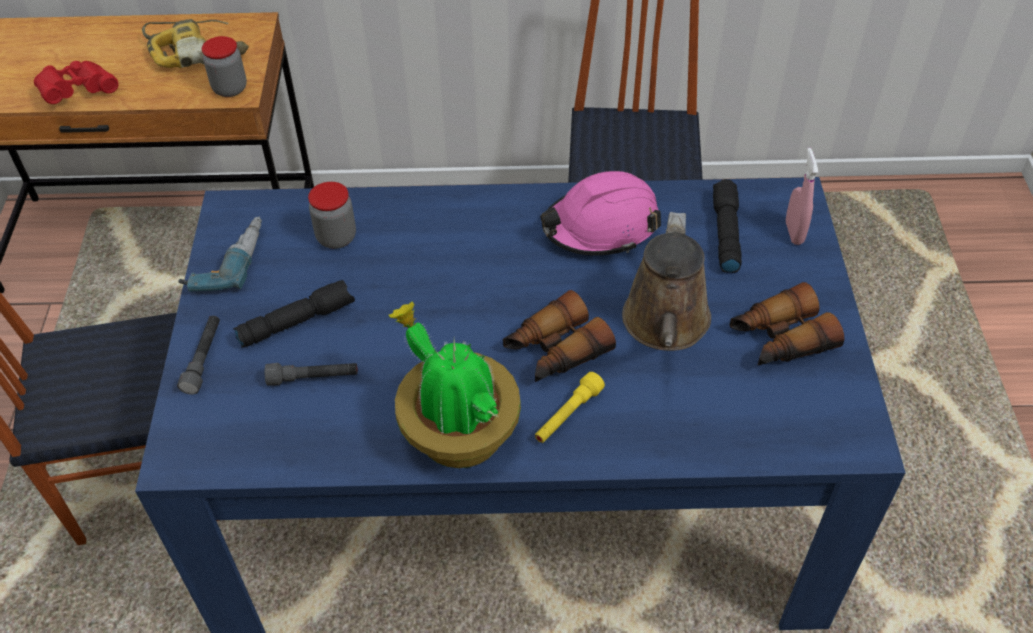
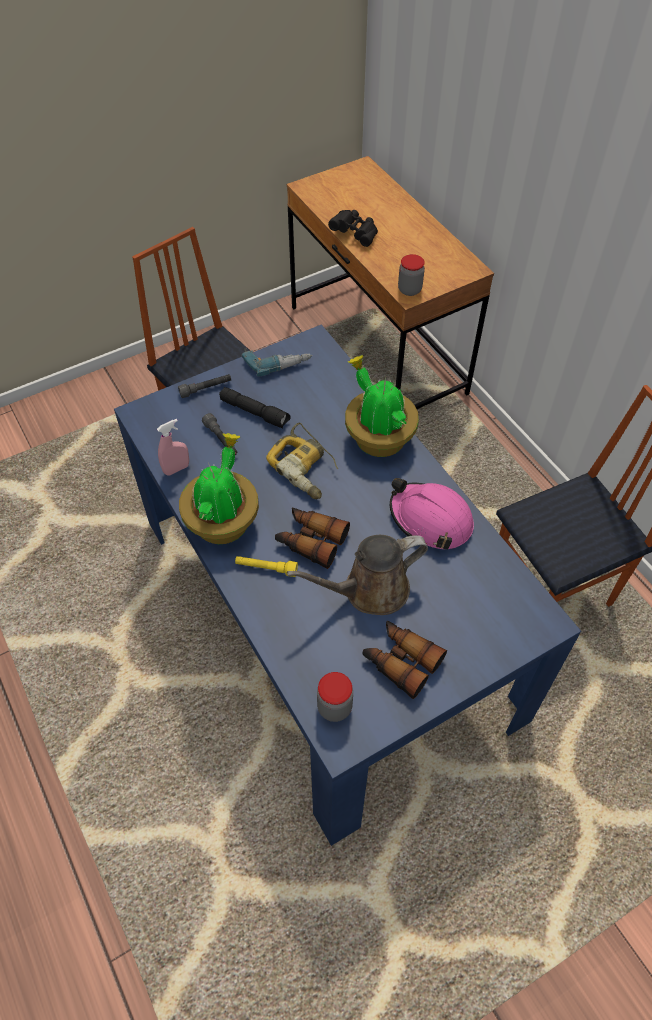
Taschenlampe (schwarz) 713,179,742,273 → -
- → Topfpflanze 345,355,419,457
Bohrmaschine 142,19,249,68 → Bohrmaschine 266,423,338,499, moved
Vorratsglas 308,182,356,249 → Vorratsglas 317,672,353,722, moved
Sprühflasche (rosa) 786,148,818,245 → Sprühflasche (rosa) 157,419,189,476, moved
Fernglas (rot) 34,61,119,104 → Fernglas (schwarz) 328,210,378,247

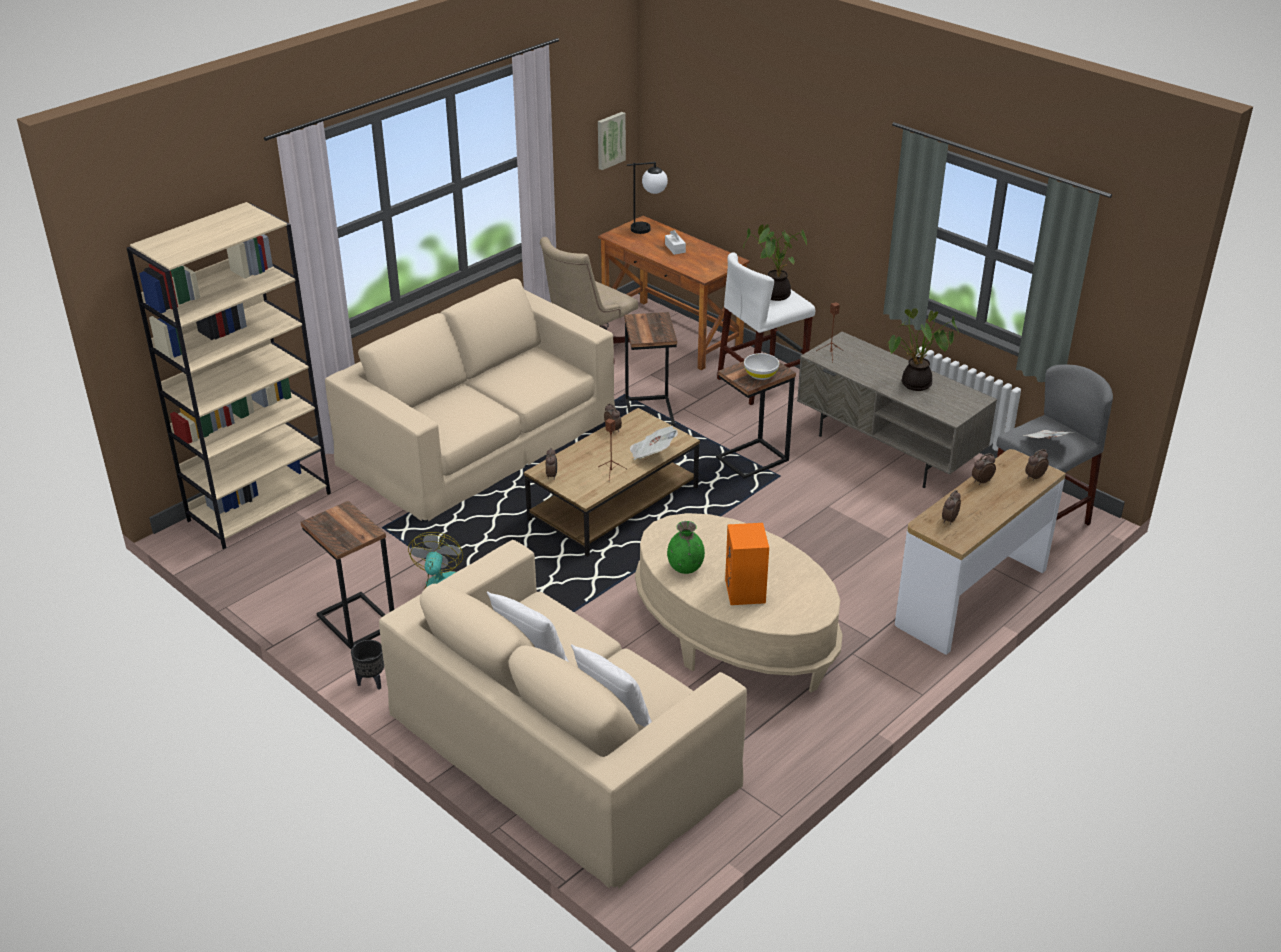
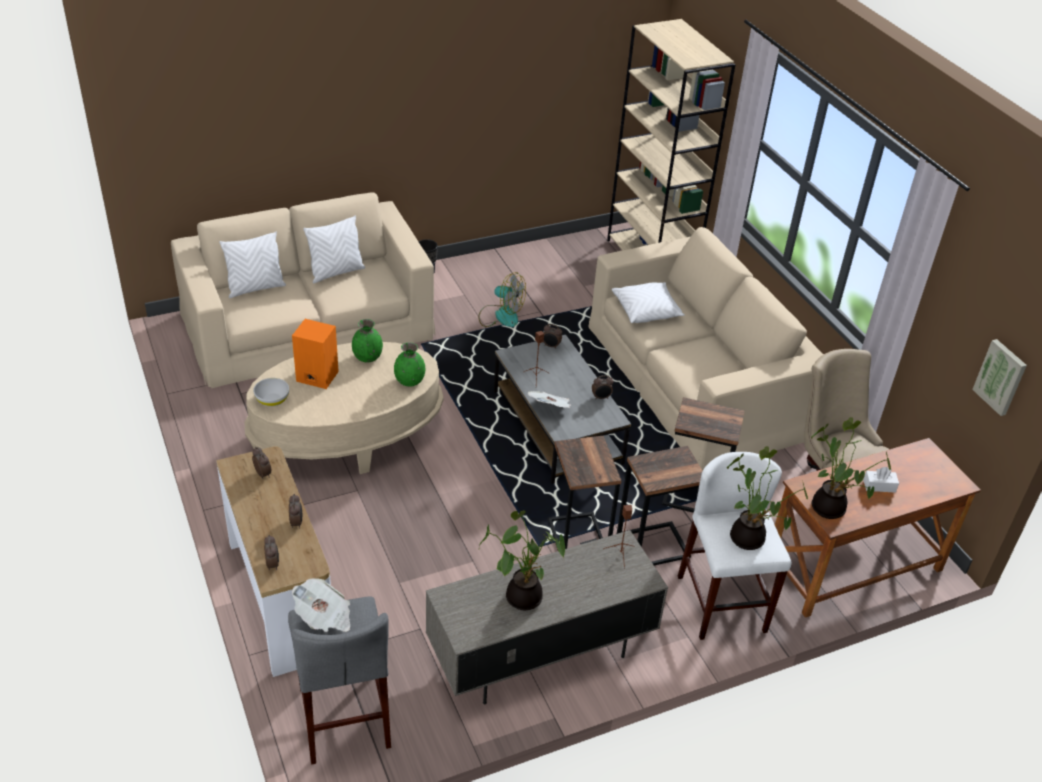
Tischlampe 627,162,668,234 → -
- → Vase (grün) 394,342,425,387
- → Kissen (weiß) 612,282,685,323
- → Topfpflanze 811,417,891,519
Beistelltisch 300,501,394,649 → Beistelltisch 617,446,703,565, moved
Schüssel (weiß) 744,353,779,380 → Schüssel (weiß) 253,378,289,407, moved
Couchtisch (braun) 524,408,700,557 → Couchtisch (grau) 494,335,631,484

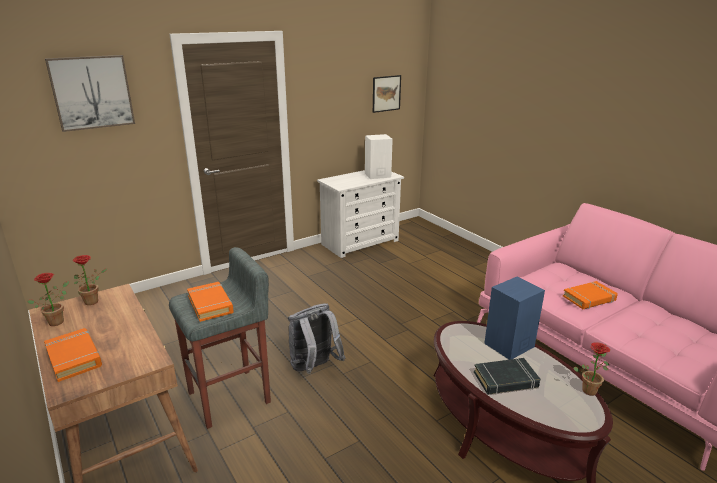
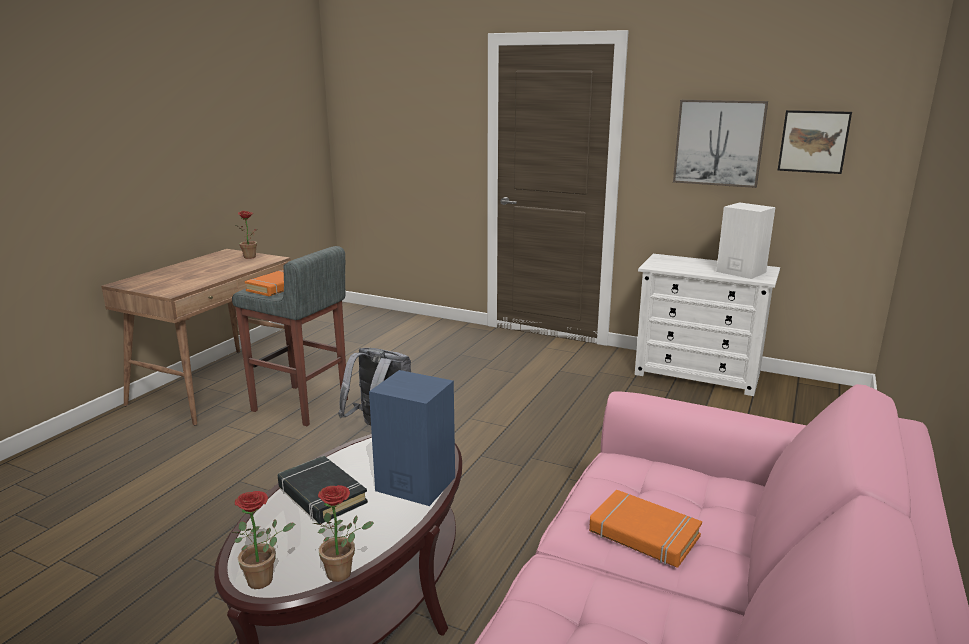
Buch (orange) 44,328,102,382 → -
Topfpflanze 27,273,69,326 → Topfpflanze 232,491,295,589, moved
Bild 45,55,135,132 → Bild 673,100,768,188, moved

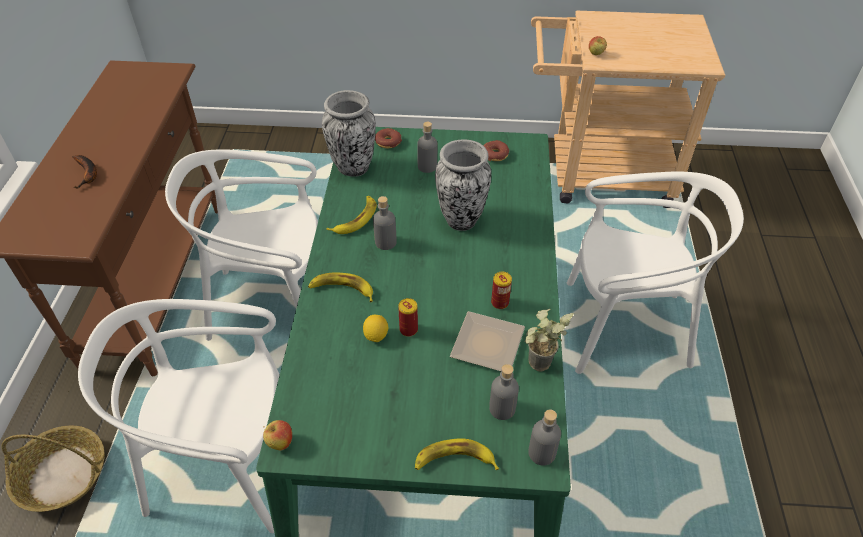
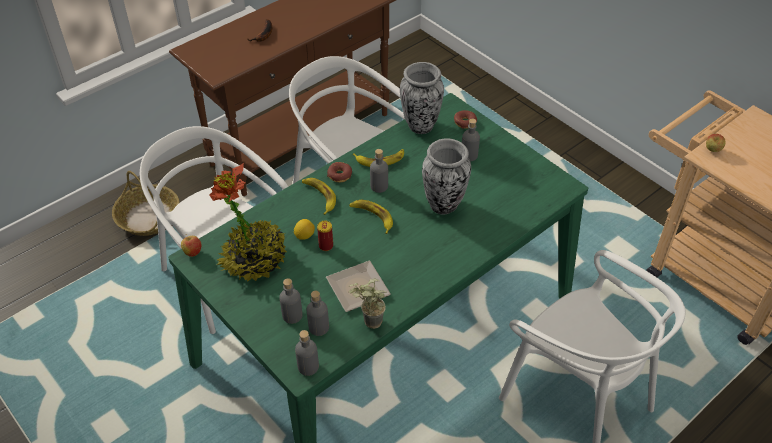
Dose 491,272,512,309 → -
- → Topfpflanze 209,163,287,282
- → Flasche (grau) 279,278,303,324
Banane 415,439,499,470 → Banane 349,200,393,234, moved
Donut 483,140,509,161 → Donut 327,162,352,183, moved

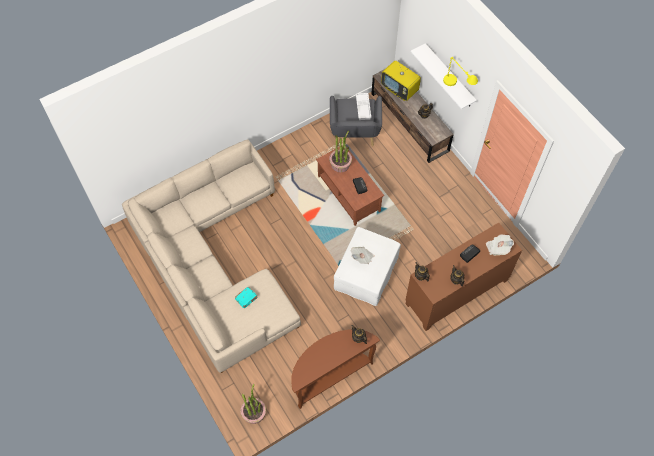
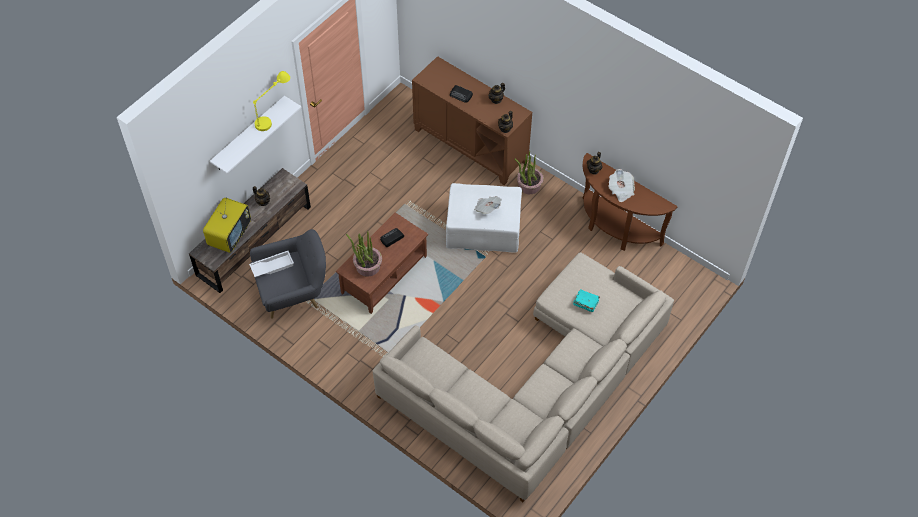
Topfpflanze 241,384,266,424 → Topfpflanze 515,151,544,194, moved
Zeitung 486,235,514,255 → Zeitung 608,169,635,202, moved

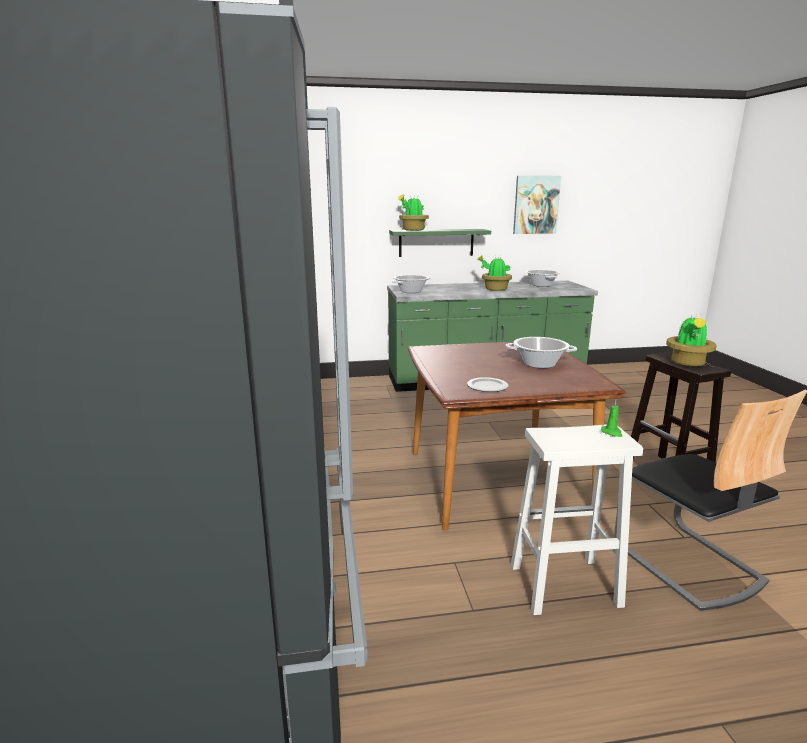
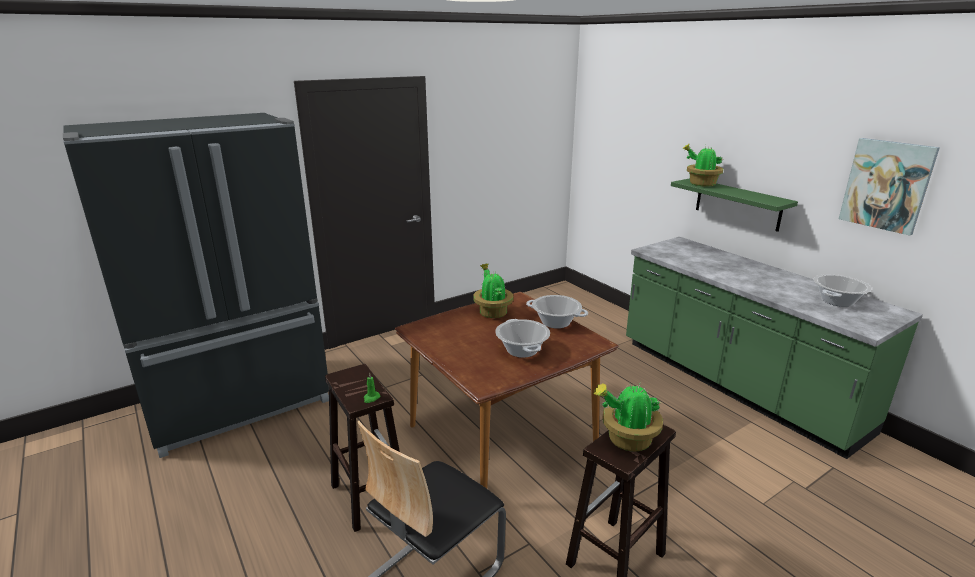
Teller 467,377,508,392 → -
Kochtopf 392,275,430,293 → Kochtopf 526,295,588,328, moved
Topfpflanze 477,255,512,291 → Topfpflanze 473,264,513,318, moved
Hocker (weiß) 511,424,643,615 → Hocker (braun) 325,364,400,532

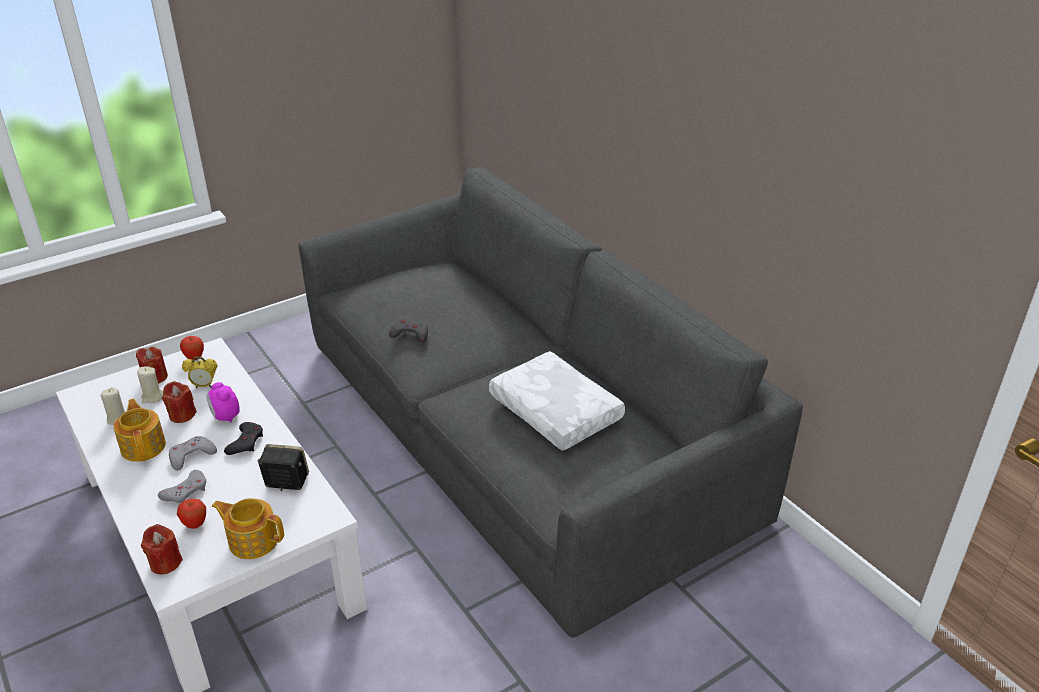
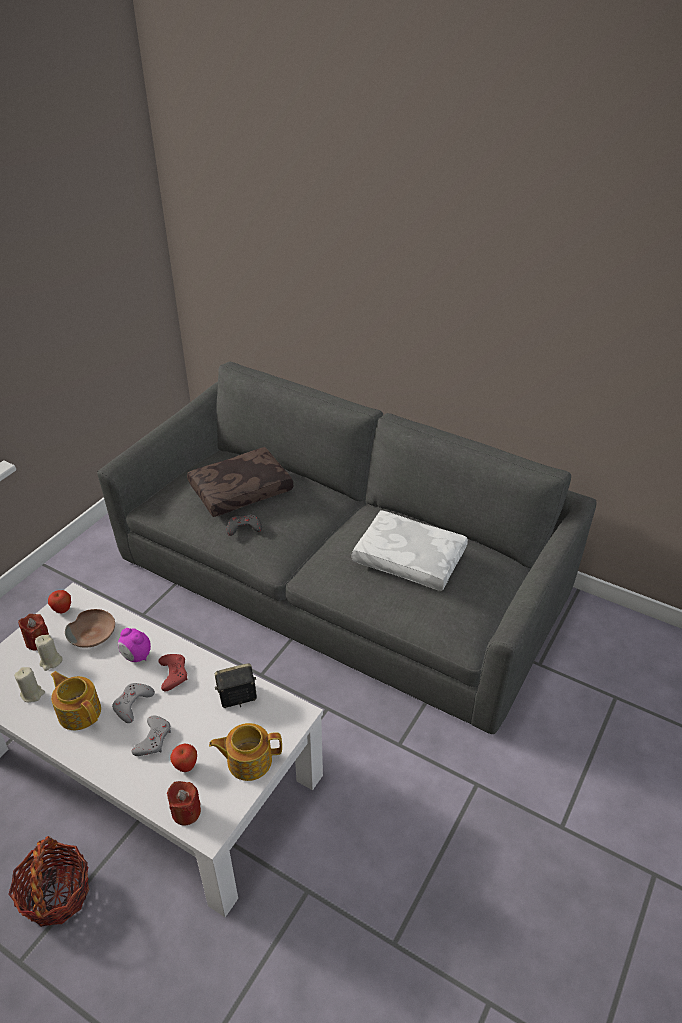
Kerze (rot) 162,381,197,423 → -
- → Korb 8,836,89,927
- → Kissen (braun) 187,447,293,517
Wecker 182,357,217,388 → Schüssel (braun) 65,609,115,648
Gamepad (schwarz) 224,422,263,455 → Gamepad (rot) 158,654,187,691

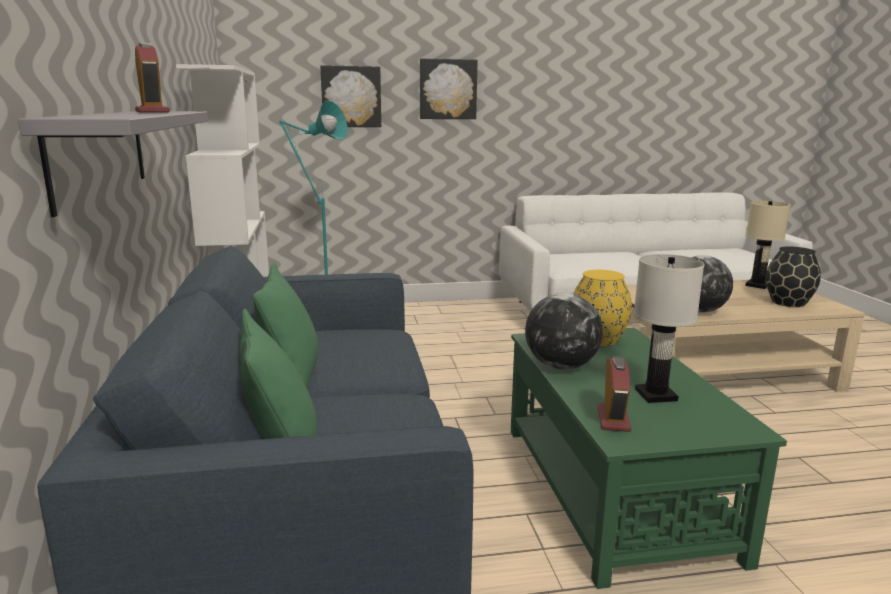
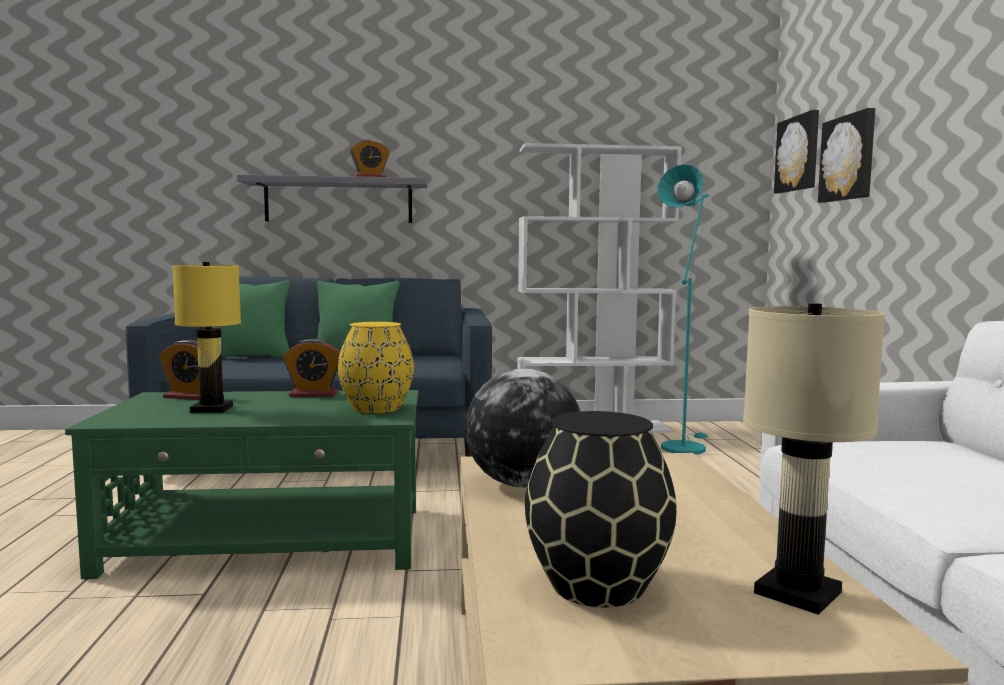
Bild 420,58,478,119 → Bild 774,110,819,193, moved
Globus 525,293,603,370 → Wecker 283,339,340,397
Tischlampe (weiß) 634,254,705,403 → Tischlampe (gelb) 172,262,241,413

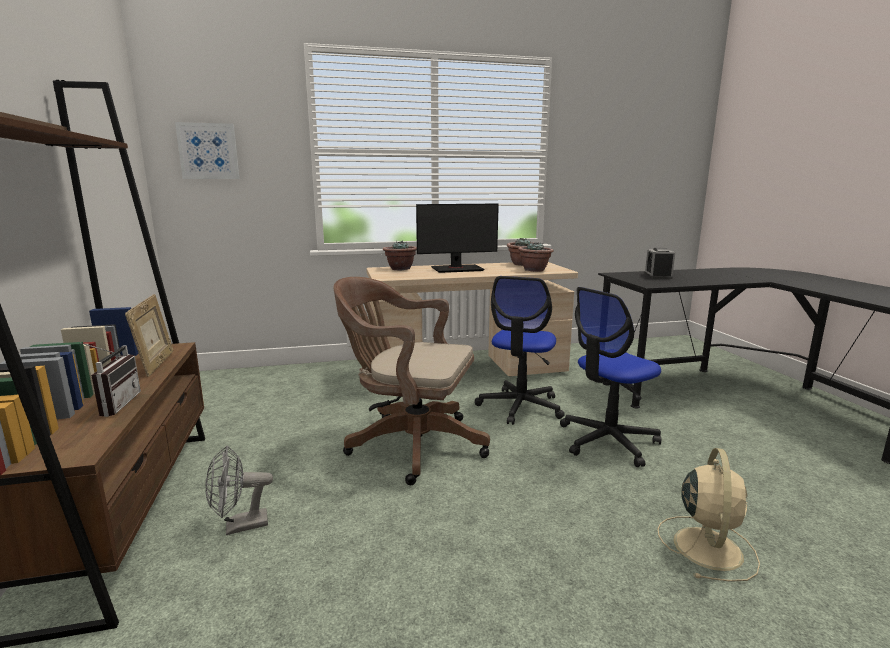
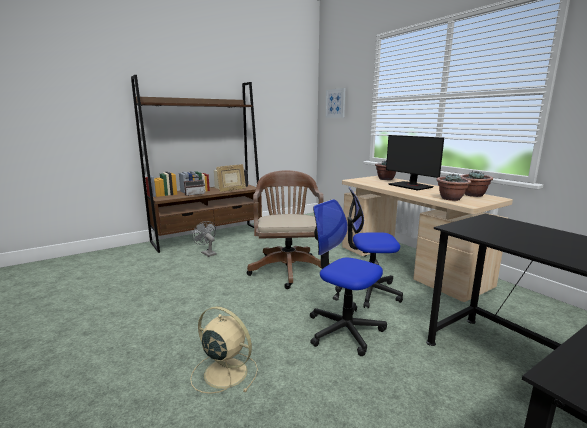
Wecker 645,248,675,279 → -
Ventilator (beige) 658,448,760,582 → Ventilator (beige) 190,306,258,394, 150 degrees counterclockwise

